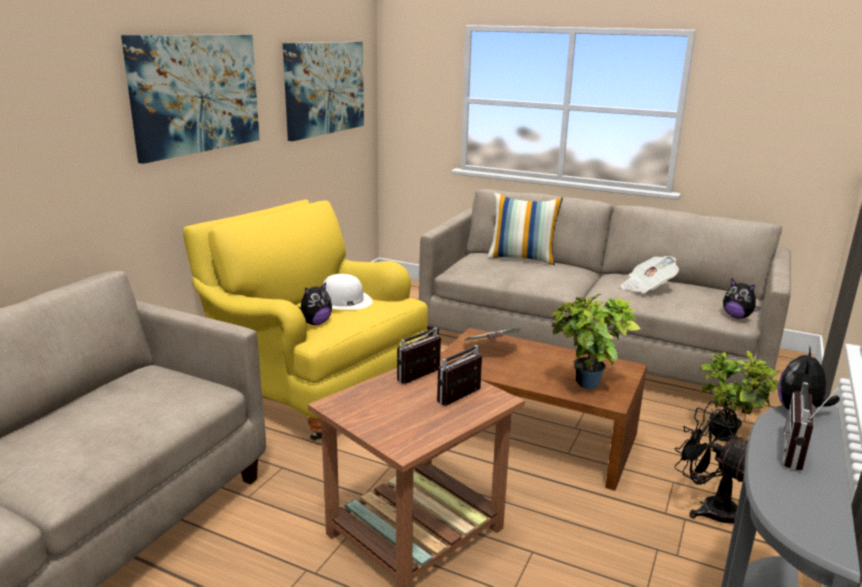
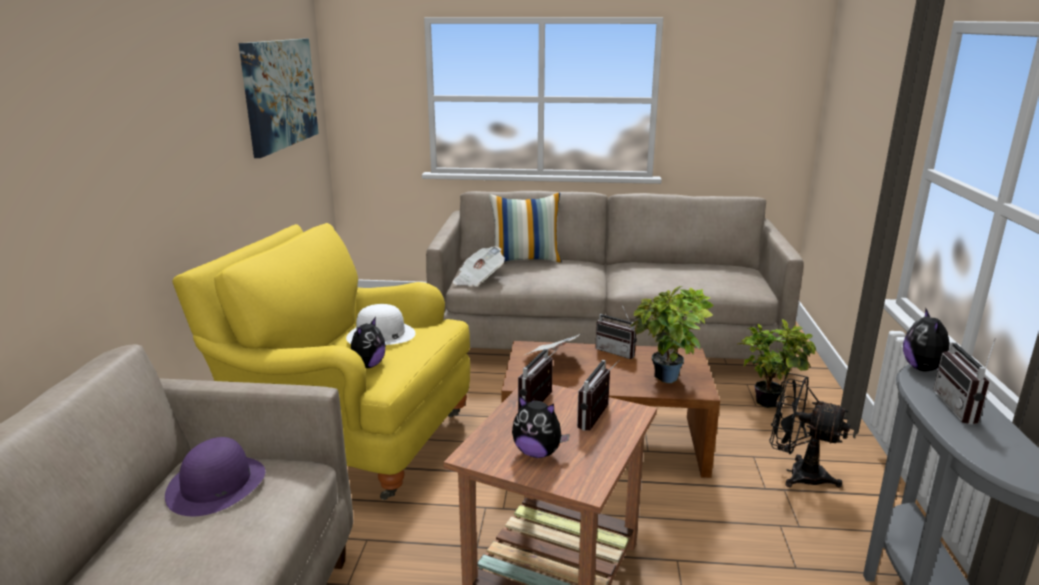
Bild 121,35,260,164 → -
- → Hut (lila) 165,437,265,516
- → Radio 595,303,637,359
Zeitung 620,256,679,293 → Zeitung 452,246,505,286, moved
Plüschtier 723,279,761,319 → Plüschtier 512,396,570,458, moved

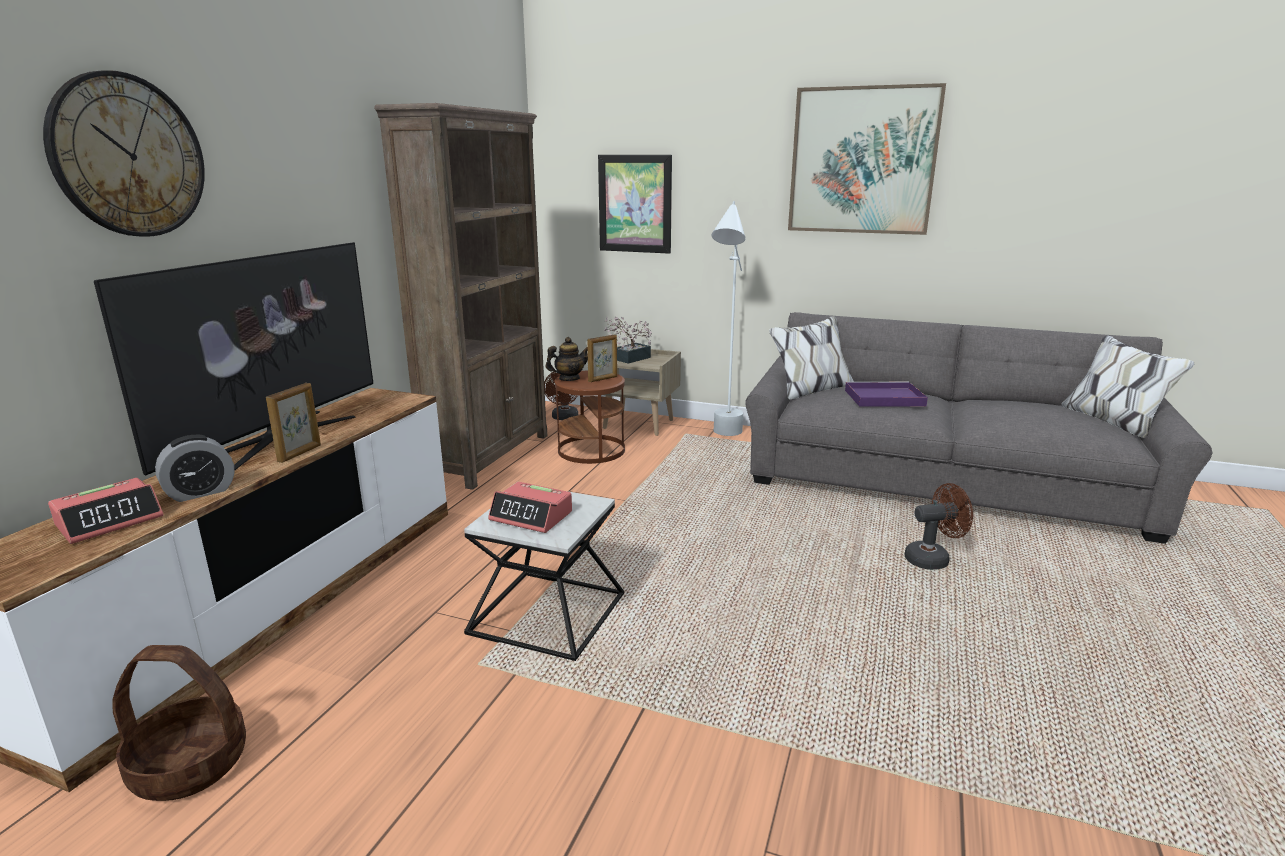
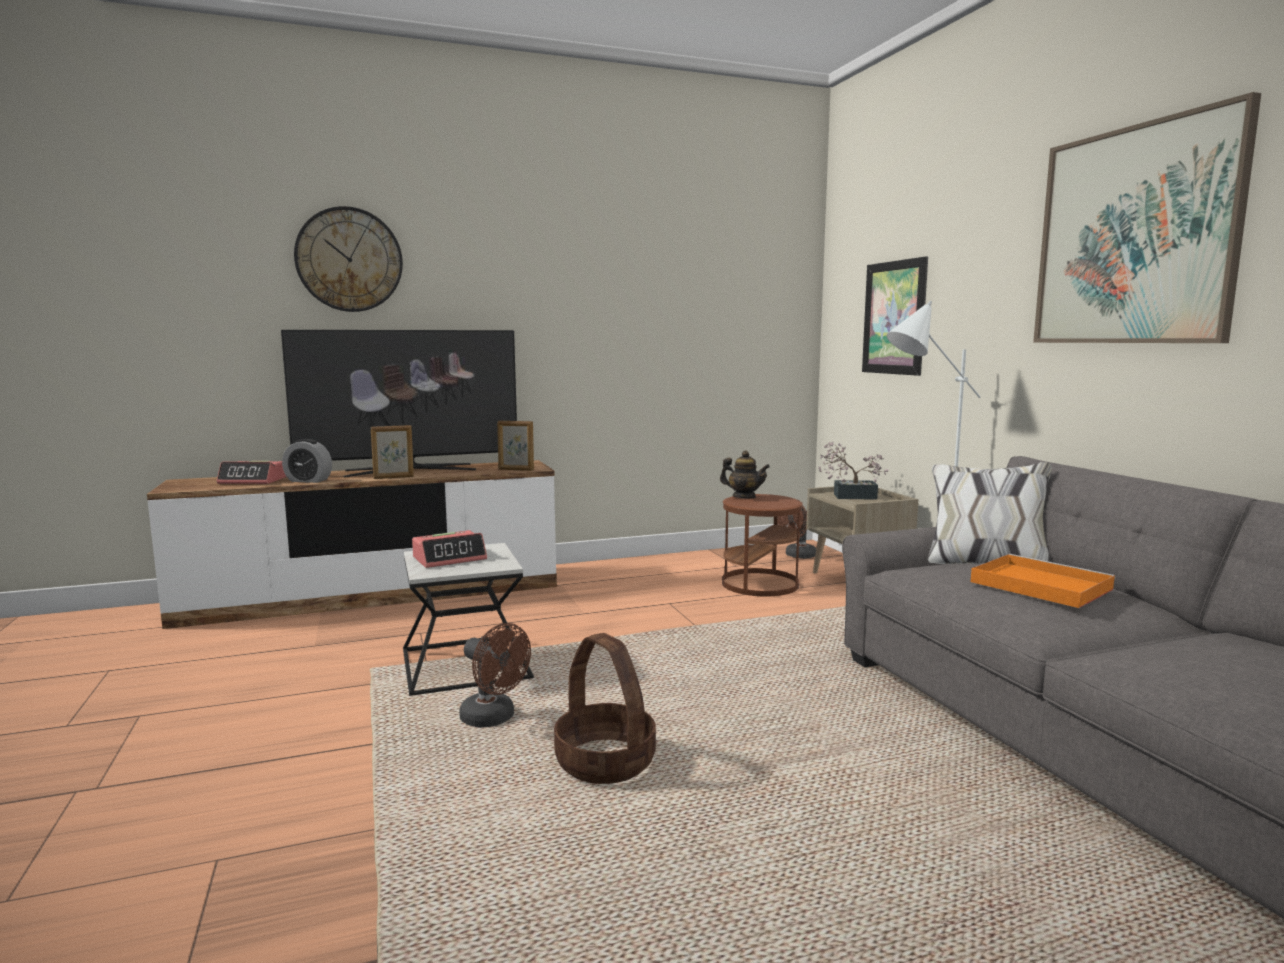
Bücherregal (braun) 374,103,547,490 → -
Korb 112,645,246,801 → Korb 554,633,656,784, moved
Bilderrahmen 587,335,617,382 → Bilderrahmen 497,421,534,471, moved
Ventilator (braun) 904,483,973,570 → Ventilator (braun) 459,623,531,728, moved
Tablett (lila) 845,382,928,407 → Tablett (orange) 971,554,1115,608
Wecker 488,482,572,533 → Wecker 412,530,487,568, 105 degrees counterclockwise

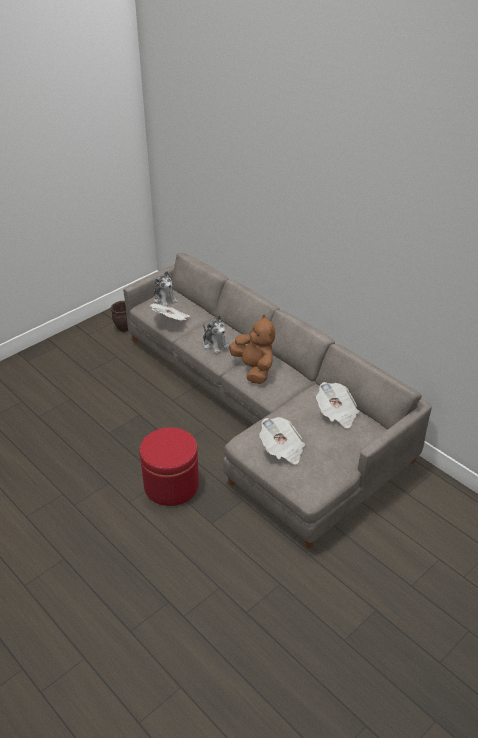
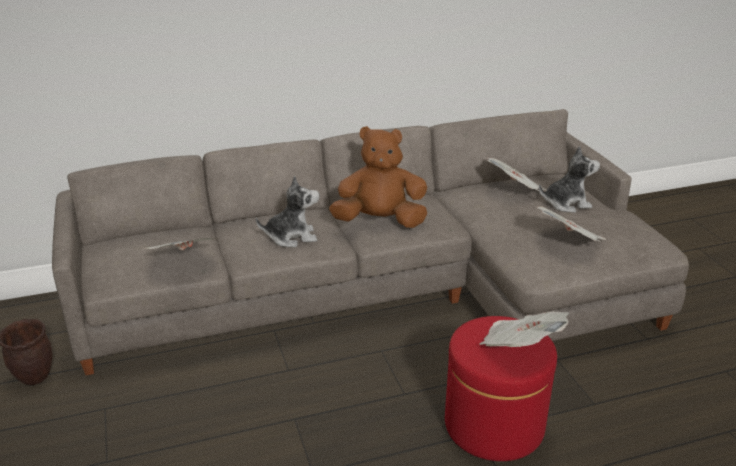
- → Zeitung 479,312,569,347
Plüschtier 153,271,178,306 → Plüschtier 539,146,600,213, moved

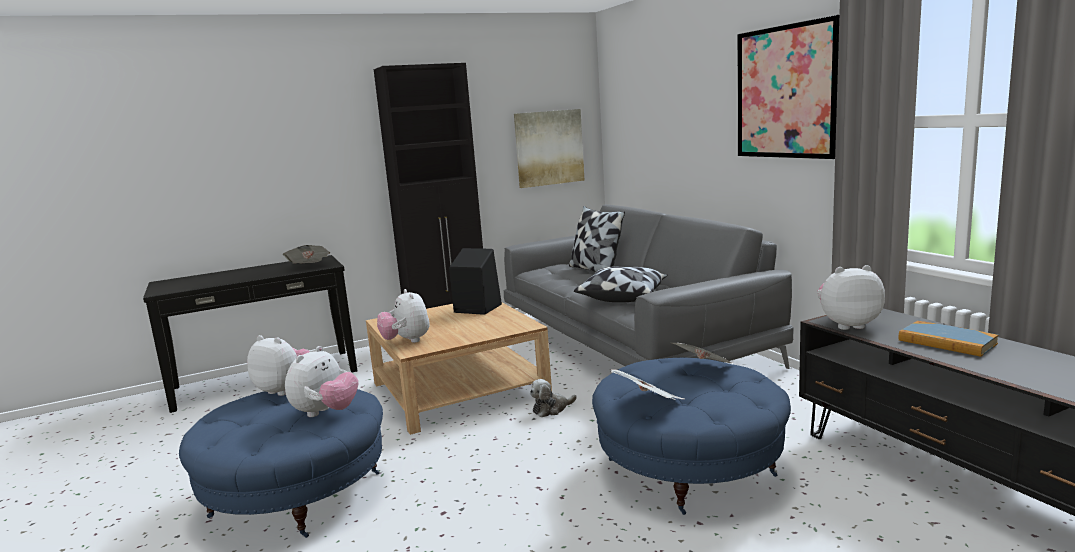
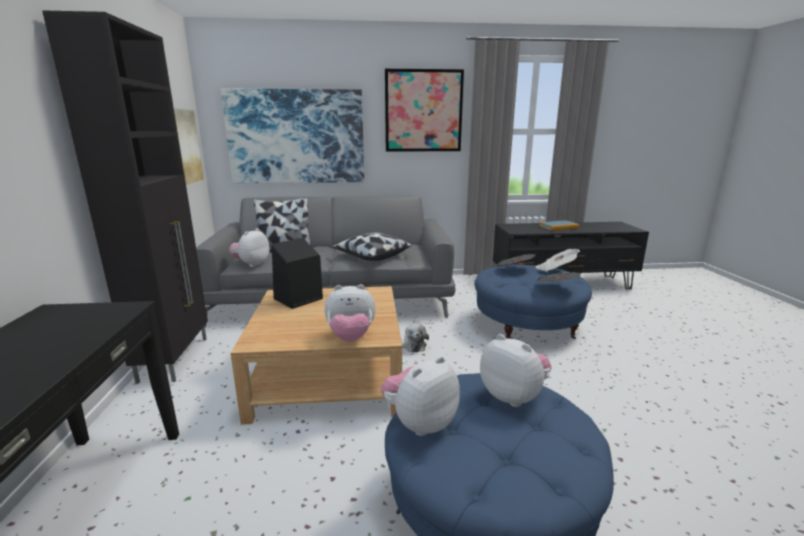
- → Bild 221,88,364,183
Zeitung 283,245,330,264 → Zeitung 535,249,580,272, moved
Plüschtier 818,265,885,330 → Plüschtier 229,228,270,267, moved

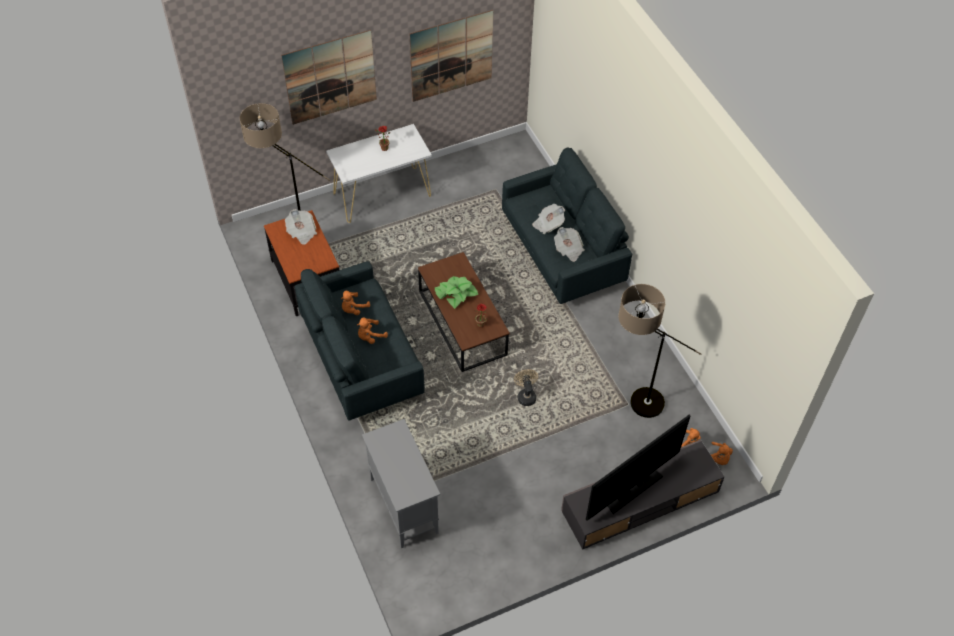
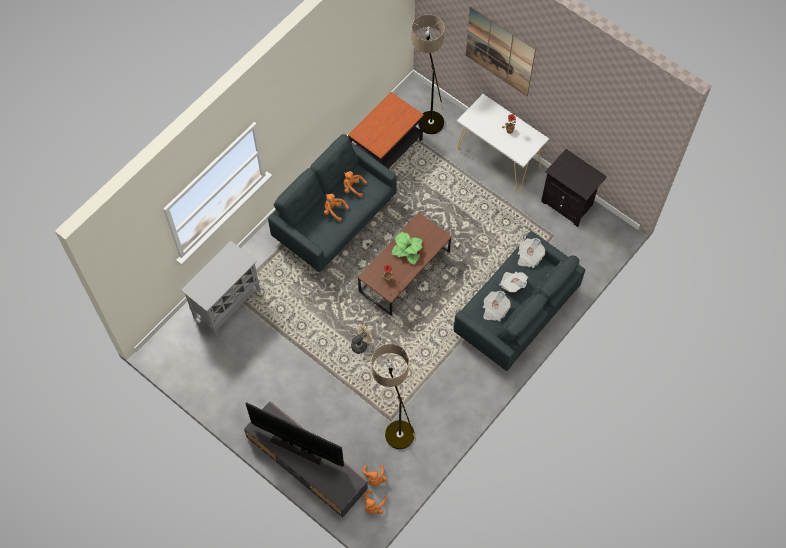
Bild 410,10,493,102 → -
- → Nachttisch (schwarz) 541,149,607,227
Zeitung 285,209,317,245 → Zeitung 518,238,545,268, moved

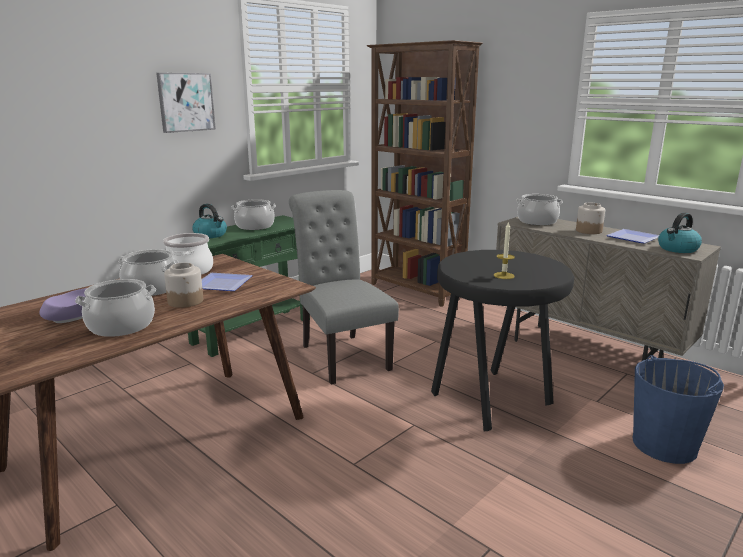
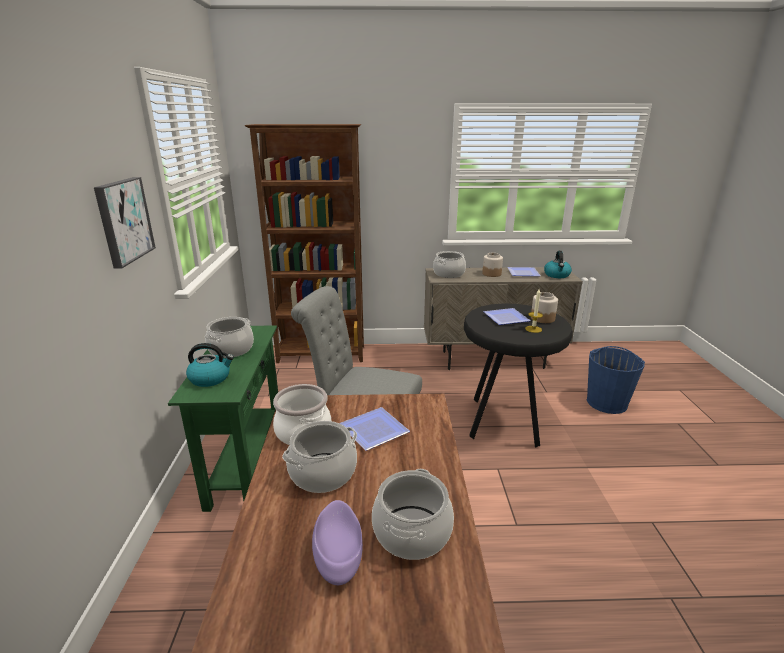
- → Teller 483,308,531,325
Vorratsglas 164,263,203,308 → Vorratsglas 531,292,558,323, moved

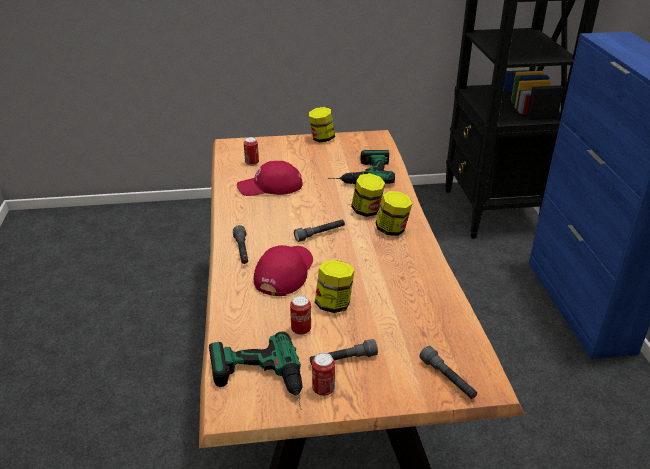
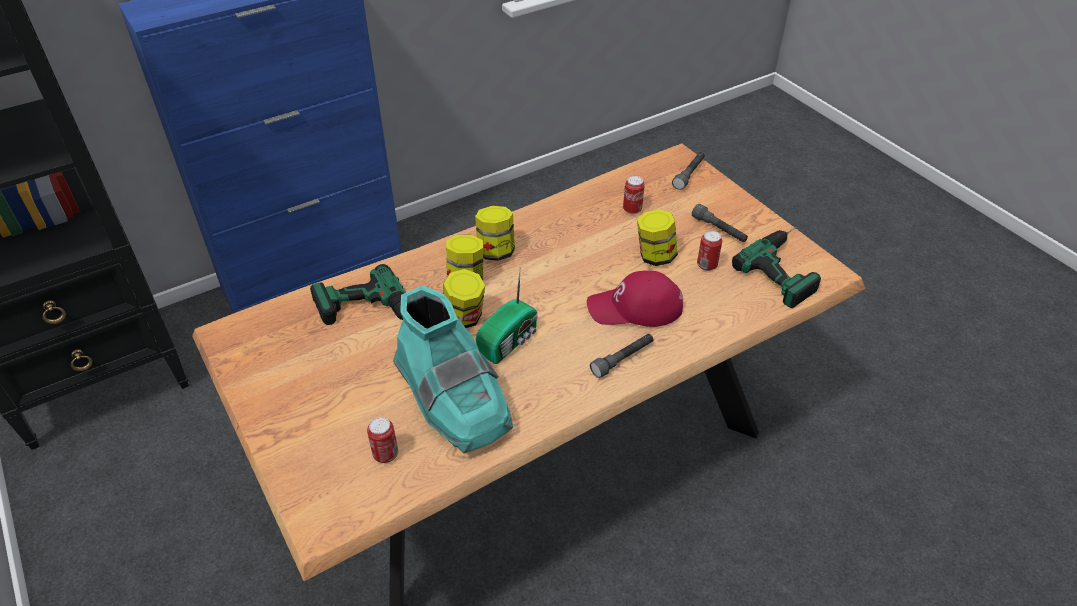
Taschenlampe (grau) 294,219,345,242 → -
- → Radio 476,270,538,364
Vorratsglas 309,107,335,142 → Vorratsglas 443,269,485,328, moved
Dose 312,352,335,396 → Dose 623,176,645,214, moved
Kappe (rot) 237,161,303,196 → Stiefel (türkis) 393,286,513,453

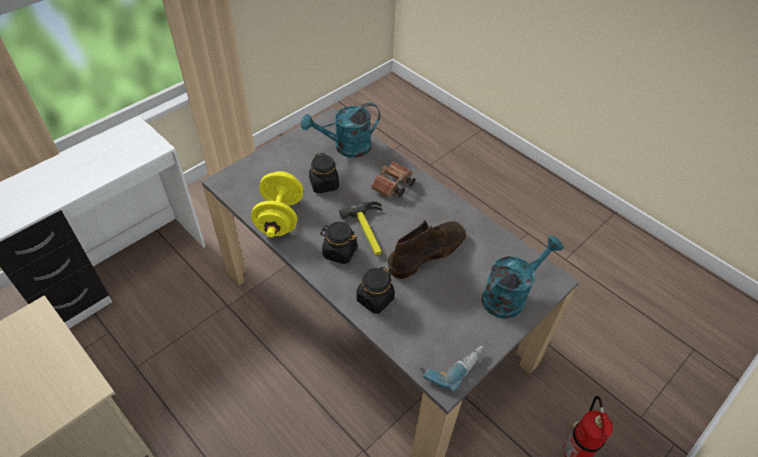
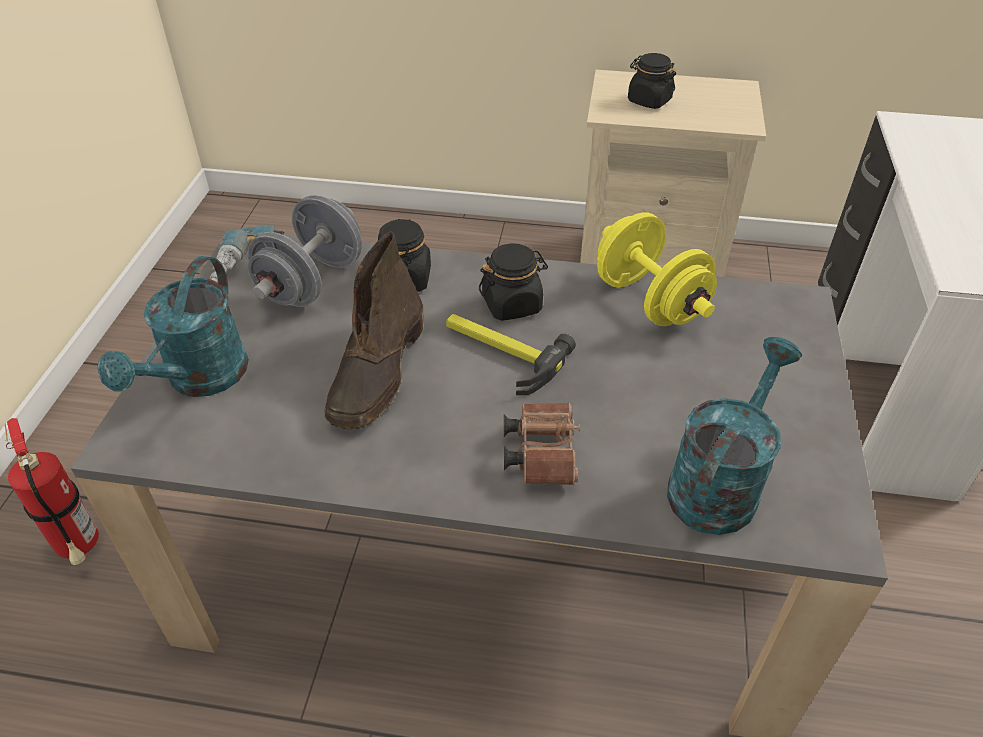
- → Hantel (grau) 248,195,362,307
Vorratsglas (schwarz) 309,153,339,193 → Vorratsglas (schwarz) 628,53,676,109, moved

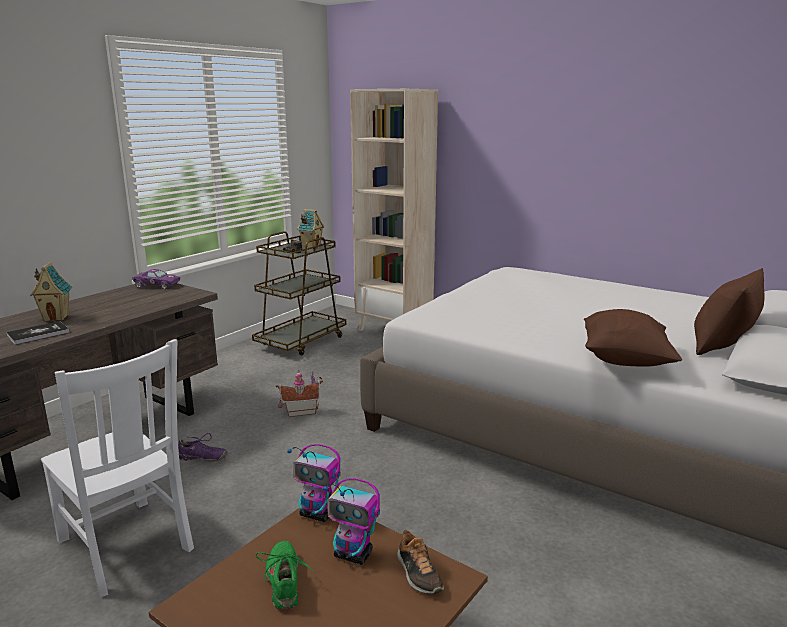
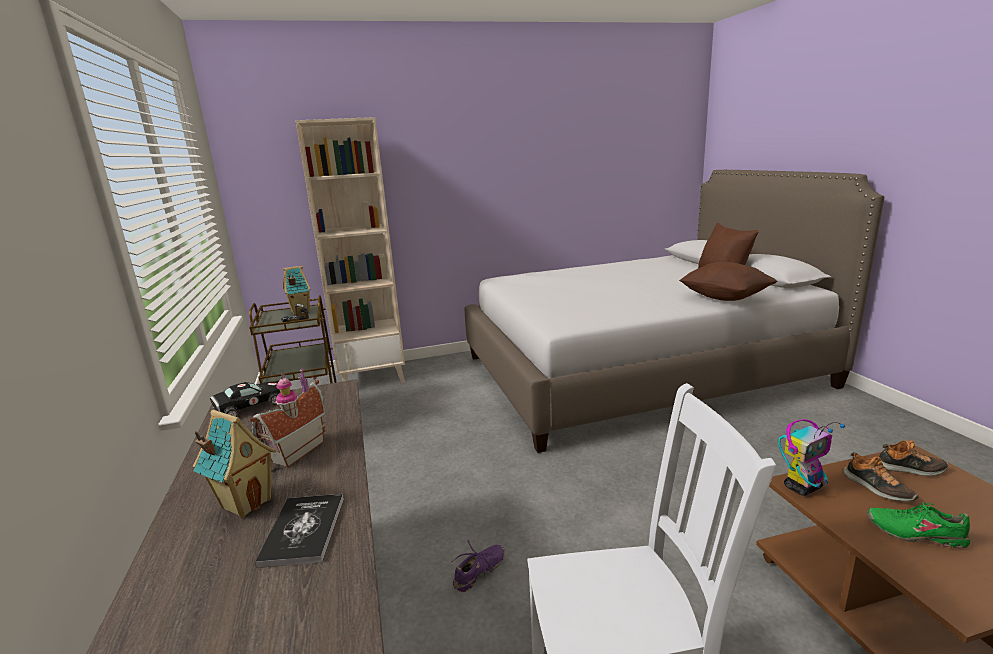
Spielzeughaus 276,370,323,417 → Spielzeughaus 249,368,326,468, moved
Spielzeugroboter 323,478,380,565 → Schuh 843,452,919,501
Spielzeugauto (lila) 133,269,180,289 → Spielzeugauto (schwarz) 210,382,280,417

